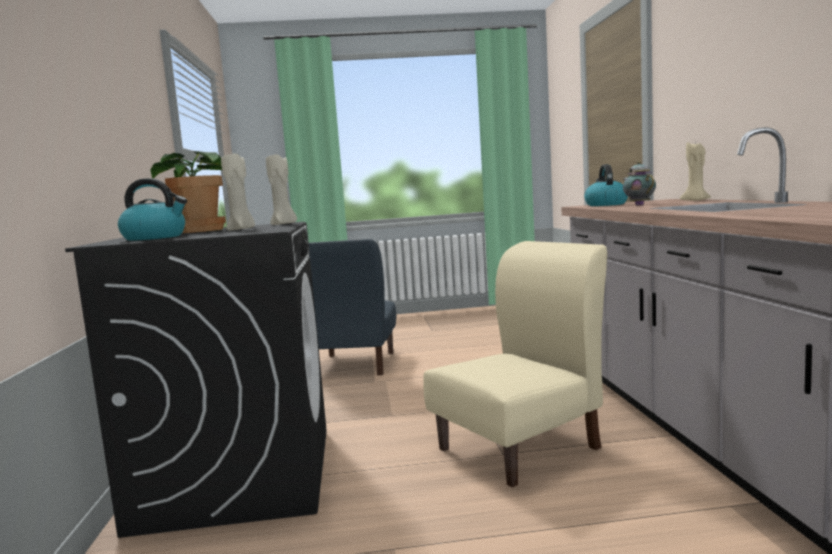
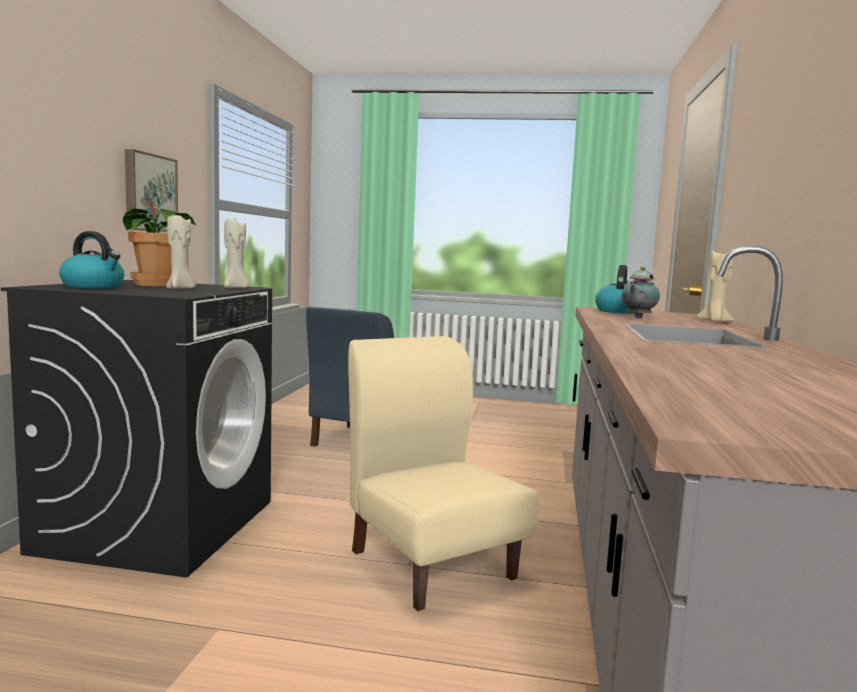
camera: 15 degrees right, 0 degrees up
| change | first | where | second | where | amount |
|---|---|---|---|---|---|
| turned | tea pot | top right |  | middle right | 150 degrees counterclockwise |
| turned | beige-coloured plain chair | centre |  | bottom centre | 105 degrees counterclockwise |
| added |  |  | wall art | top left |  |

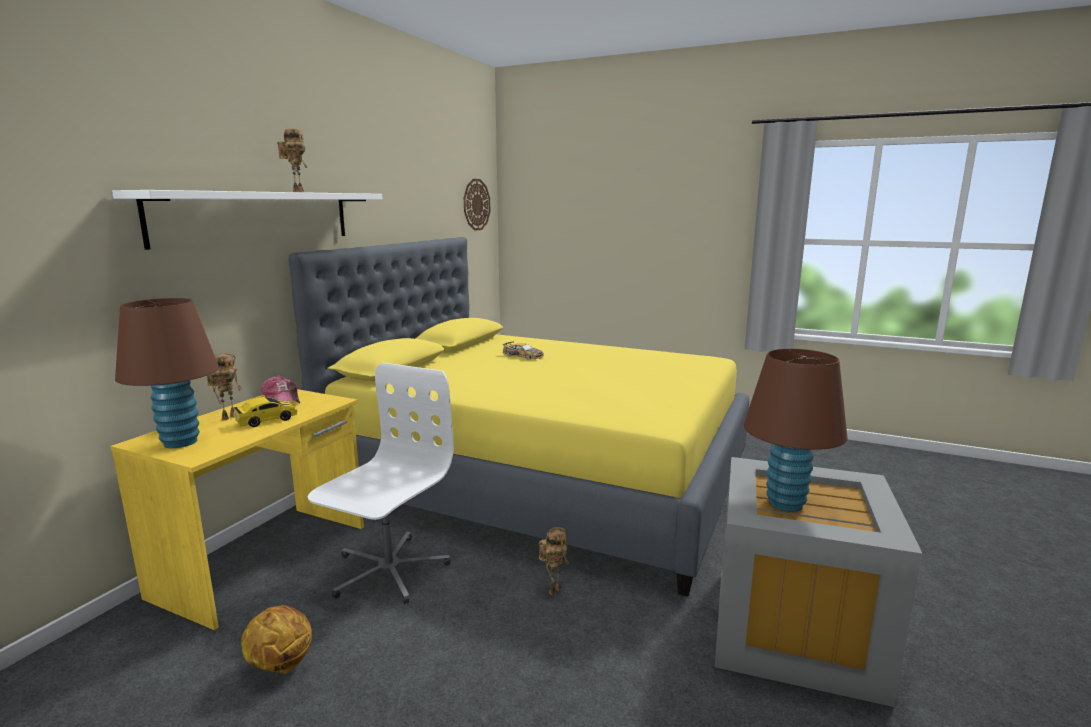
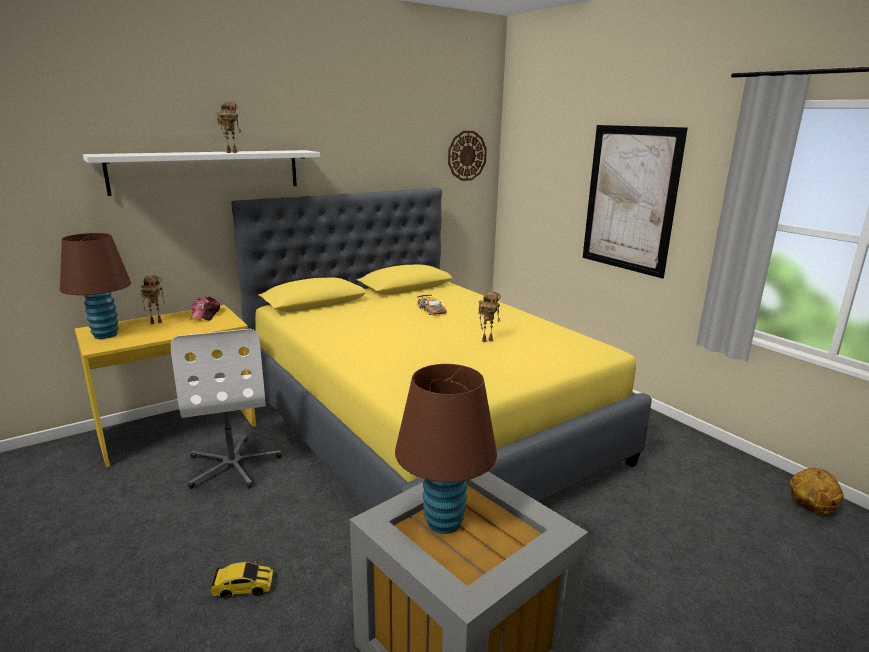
camera: 30 degrees right, 5 degrees up
| change | first | where | second | where | amount |
|---|---|---|---|---|---|
| turned | white desk chair | centre |  | middle left | 105 degrees clockwise |
| moved | miniature car (1st from left) | middle left |  | bottom left |  |
| moved | robot figure (3rd from left) | bottom centre |  | centre |  |
| moved | basketball | bottom left |  | bottom right |  |
| added |  |  | wall art | top right |  |

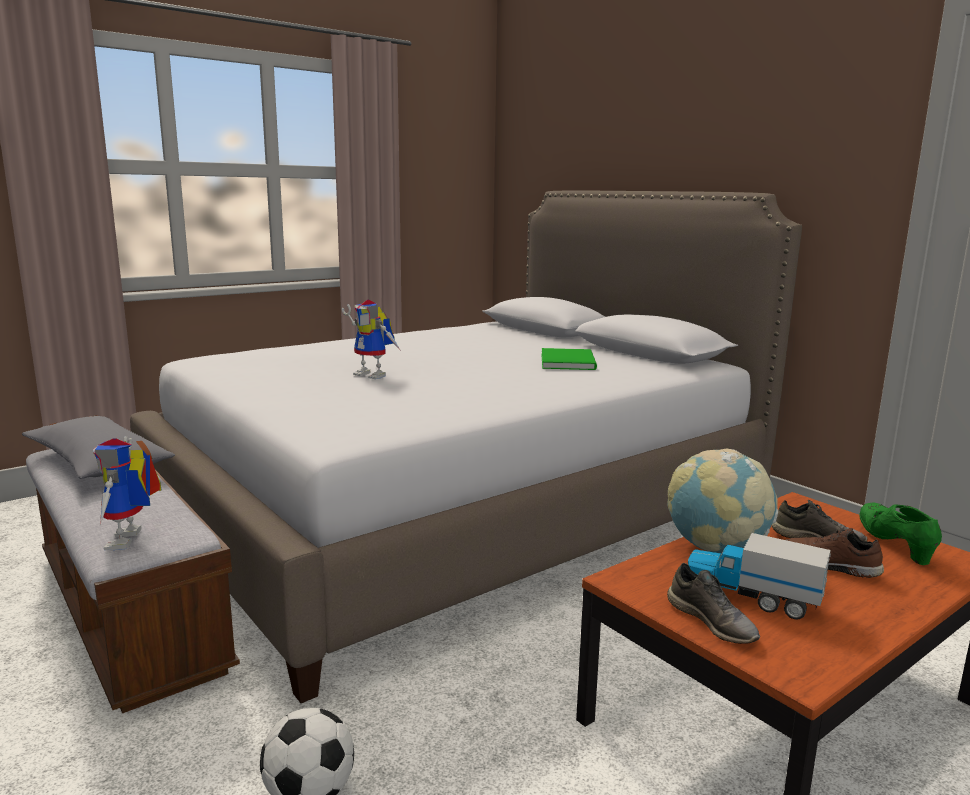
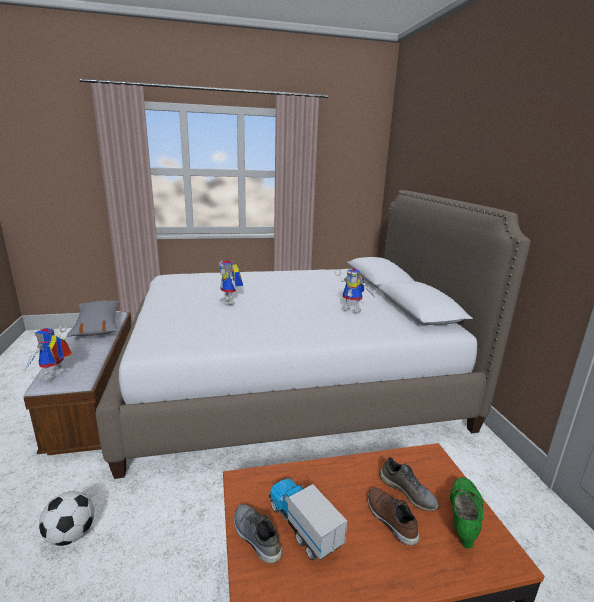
camera: 25 degrees right, 5 degrees up
| change | first | where | second | where | amount |
|---|---|---|---|---|---|
| replaced | green book | centre | robot figure (3rd from left) | centre |  |
| removed | world globe | middle right |  |  |  |
| turned | greyish item of footwear (1st from left) | bottom right |  | bottom centre | 150 degrees clockwise |

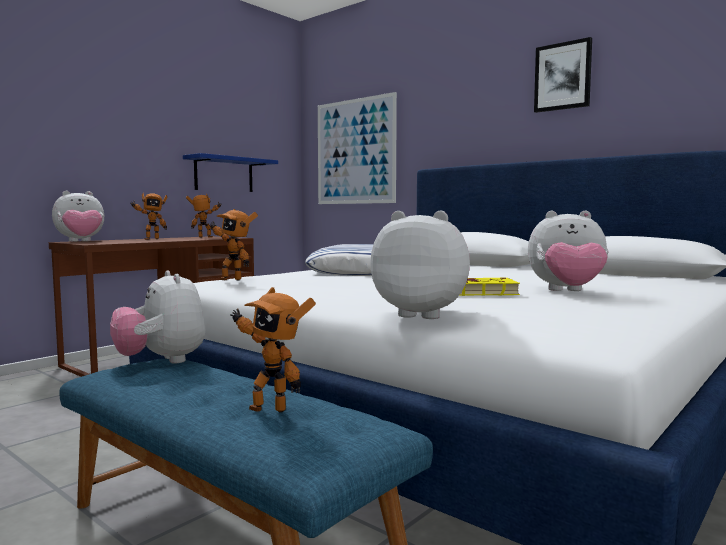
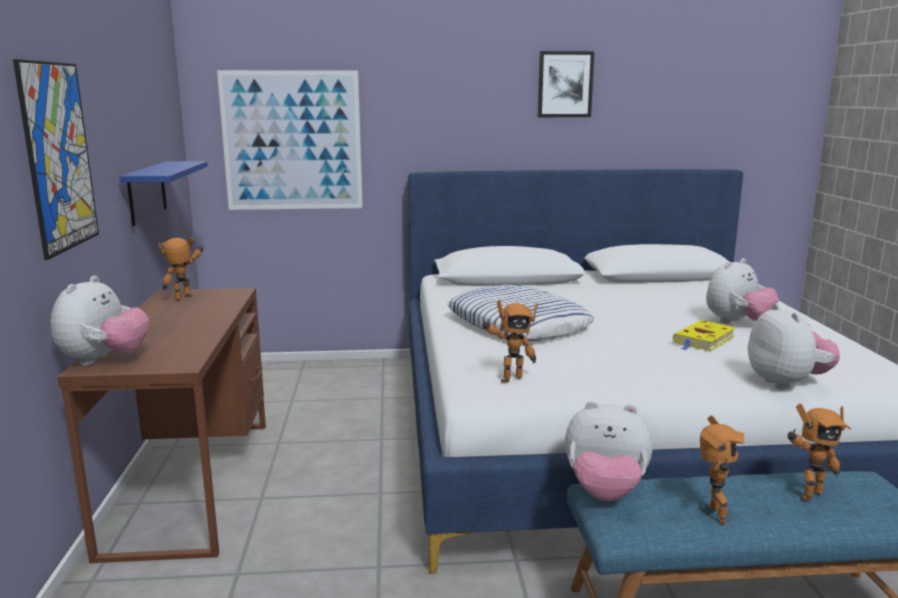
camera: 45 degrees left, 10 degrees up
| change | first | where | second | where | amount |
|---|---|---|---|---|---|
| moved | robot figure (1st from left in the first image) | middle left | robot figure (3rd from left) | bottom right |  |
| turned | cuddly toy (3rd from left in the first image) | centre | cuddly toy (4th from left) | middle right | 105 degrees clockwise |
| added |  |  | wall art (1st from left) | top left |  |

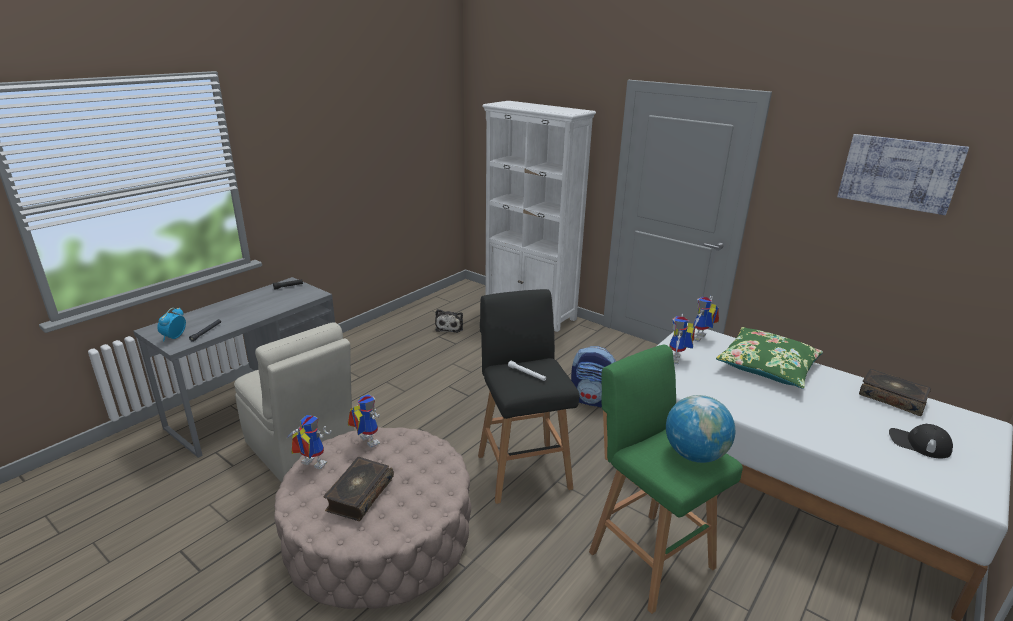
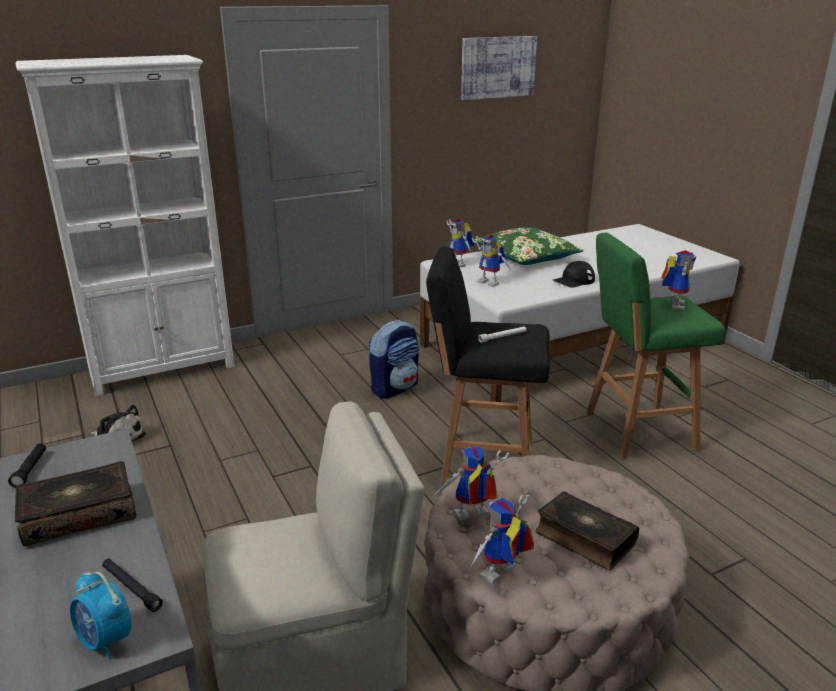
camera: 65 degrees left, 0 degrees up
| change | first | where | second | where | amount |
|---|---|---|---|---|---|
| moved | book (2nd from left in the first image) | middle right | book (1st from left) | bottom left |  |
| replaced | world globe | bottom right | robot figure (5th from left) | middle right |  |
| moved | black cap | bottom right |  | middle right |  |

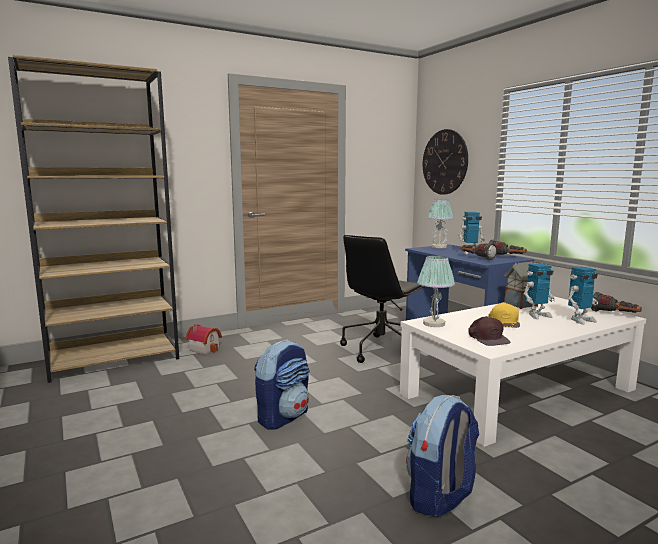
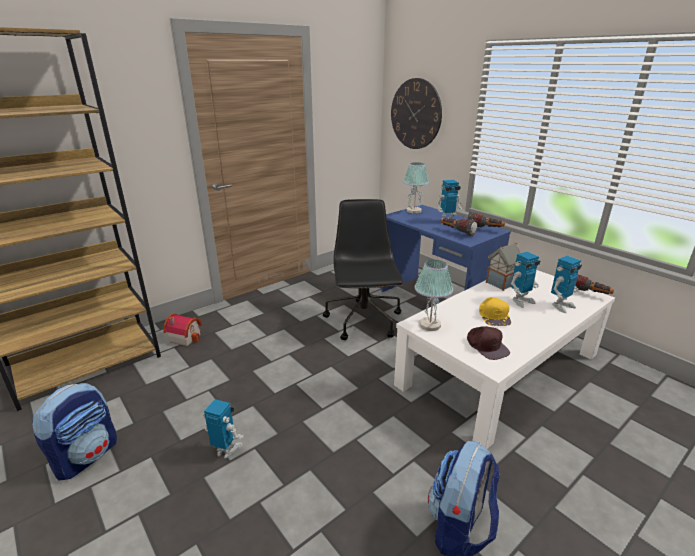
camera: 10 degrees left, 15 degrees up
| change | first | where | second | where | amount |
|---|---|---|---|---|---|
| turned | black desk chair | centre |  | centre | 150 degrees clockwise |
| moved | rucksack (1st from left) | bottom centre |  | bottom left |  |
| added |  |  | robot figure (1st from left) | bottom left |  |

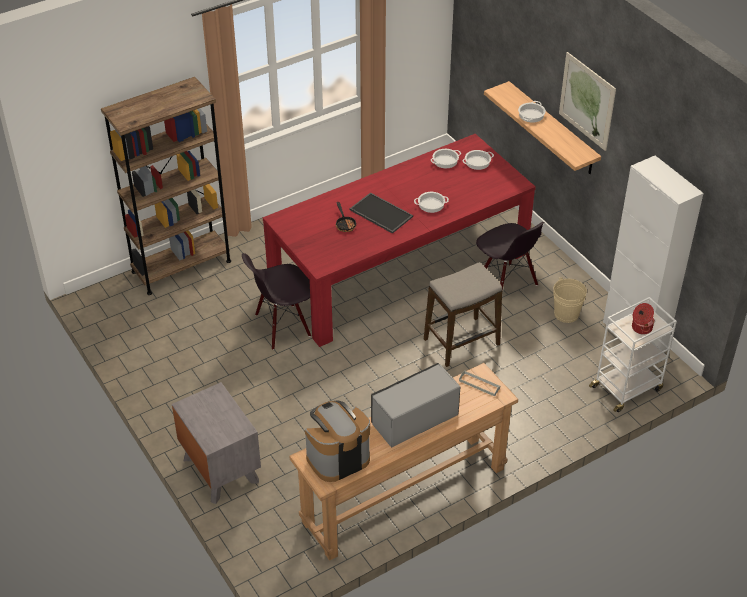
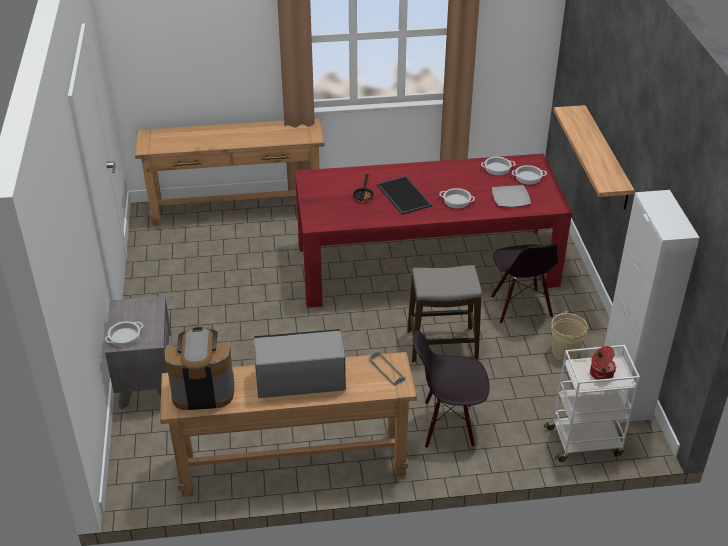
camera: 25 degrees right, 5 degrees down
| change | first | where | second | where | amount |
|---|---|---|---|---|---|
| removed | wall art | top right |  |  |  |
| replaced | brown-coloured shelving unit | top left | brown-coloured hall table (1st from left) | top left |  |
| moved | saucepot (4th from left in the first image) | top right | saucepot (1st from left) | middle left |  |
| moved | black plain chair (1st from left) | centre |  | bottom centre |  |
| added |  |  | dinner plate | middle right |  |

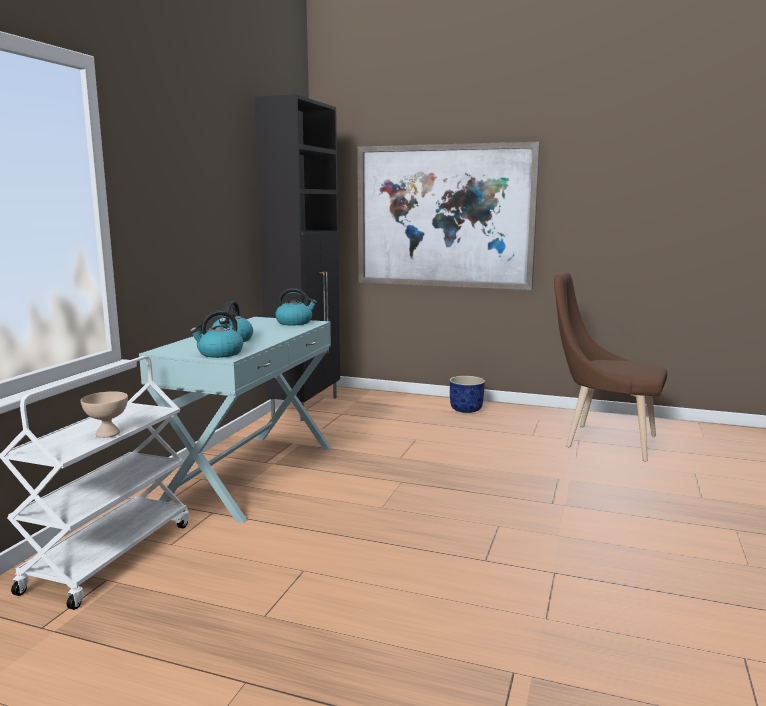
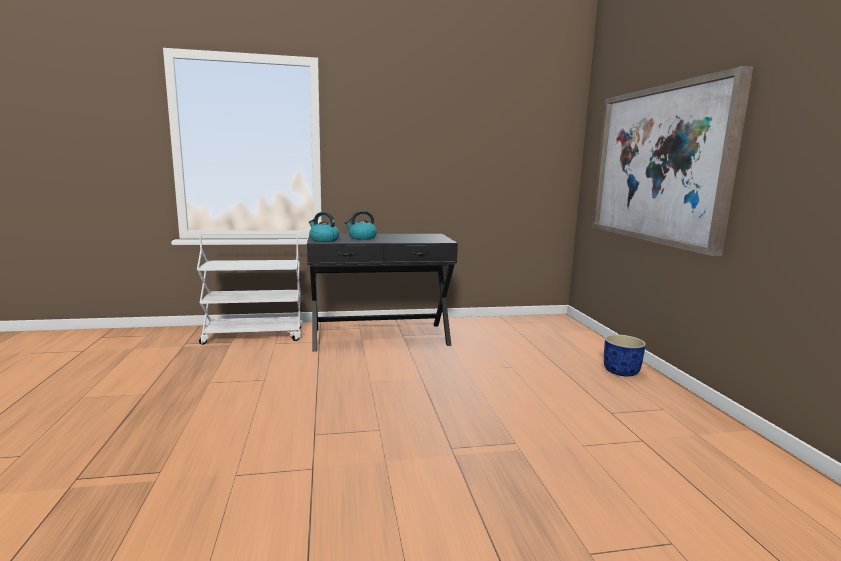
camera: 60 degrees right, 0 degrees up
| change | first | where | second | where | amount |
|---|---|---|---|---|---|
| removed | black cabinet | centre |  |  |  |
| removed | brown-coloured plain chair | middle right |  |  |  |
| removed | water kettle (3rd from left) | centre |  |  |  |
| recoloured | blue-green hall table | middle left | black hall table | centre |  |
| removed | beige-coloured bowl | middle left |  |  |  |

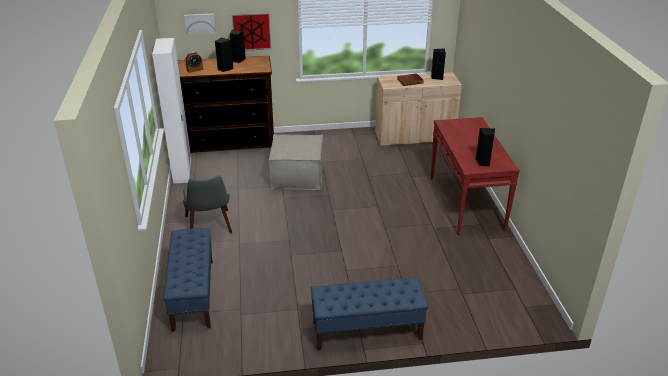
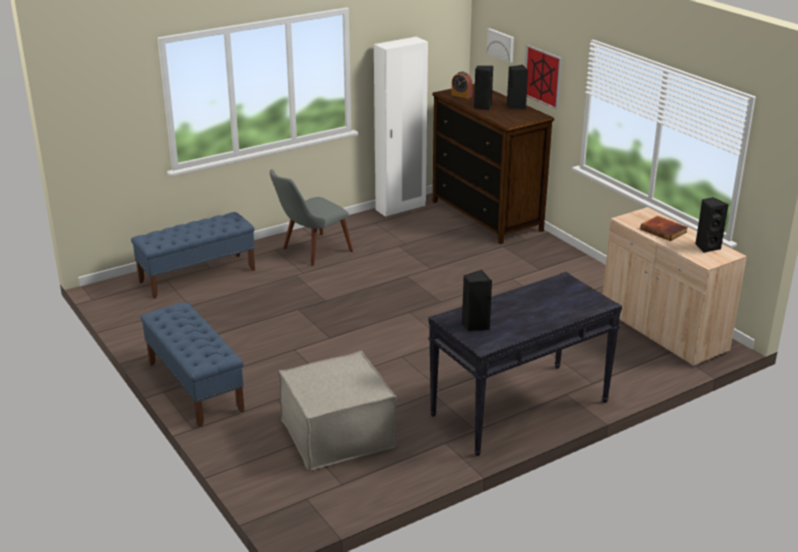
camera: 65 degrees right, 5 degrees down
| change | first | where | second | where | amount |
|---|---|---|---|---|---|
| recoloured | red hall table | middle right | black hall table | centre |  |
| moved | beige-coloured pouffe | centre |  | bottom centre |  |

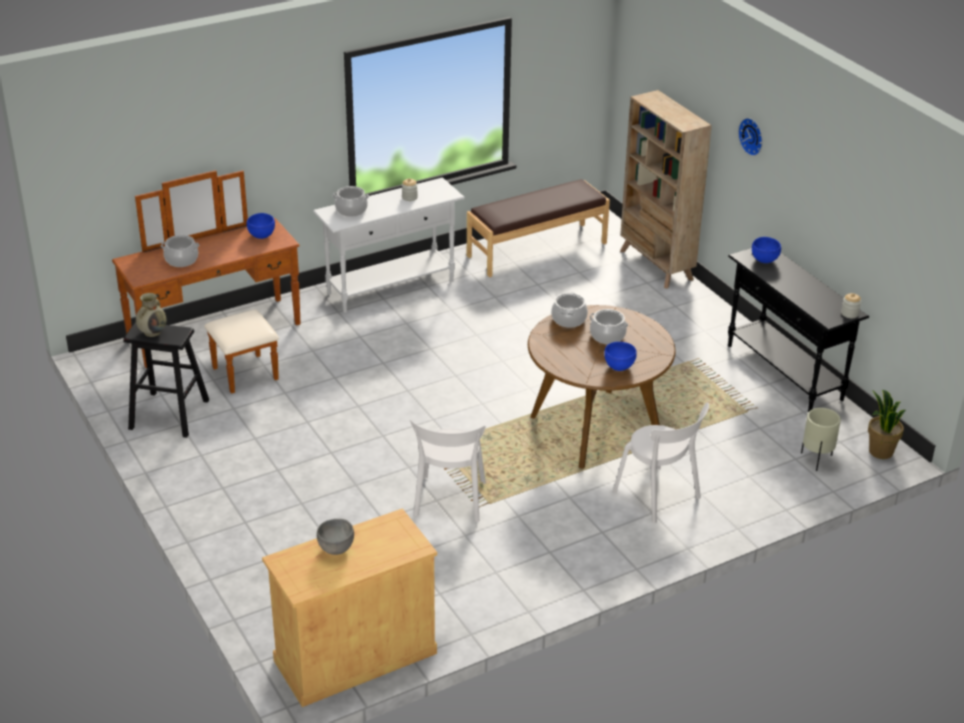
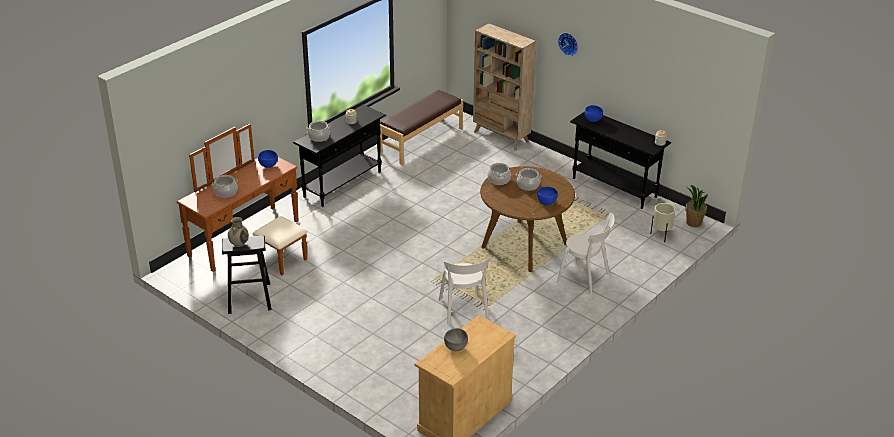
camera: 20 degrees left, 0 degrees up
| change | first | where | second | where | amount |
|---|---|---|---|---|---|
| recoloured | white hall table | centre | black hall table (1st from left) | centre |  |

